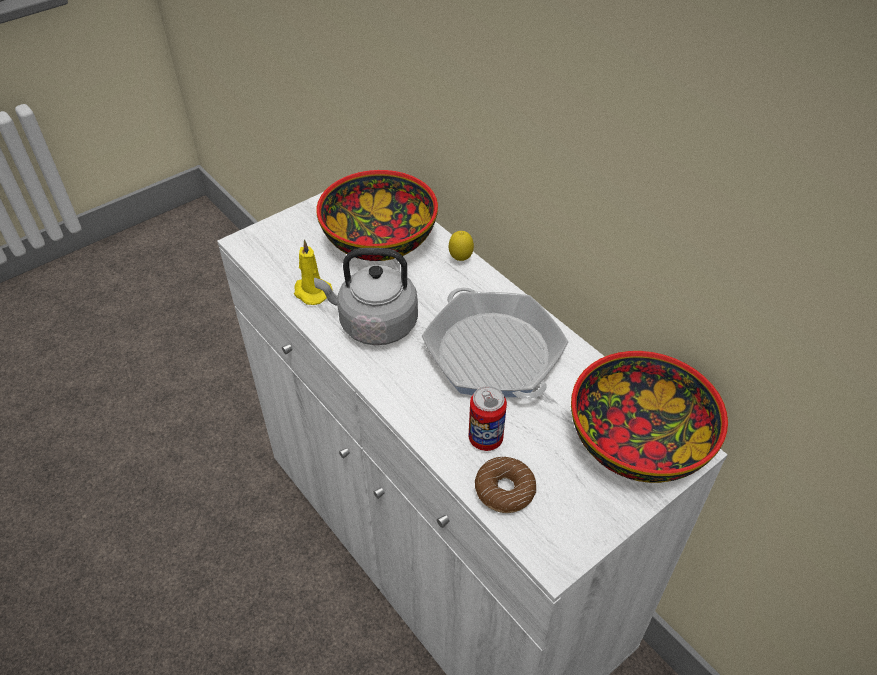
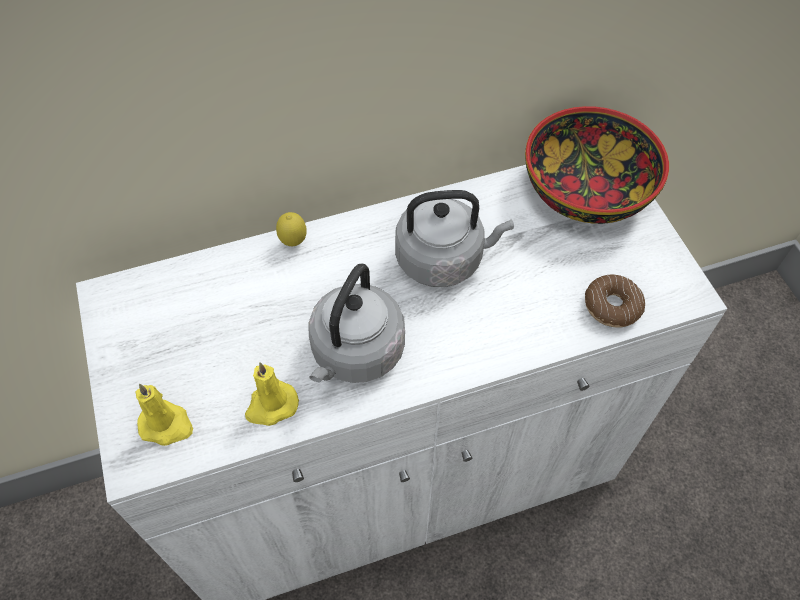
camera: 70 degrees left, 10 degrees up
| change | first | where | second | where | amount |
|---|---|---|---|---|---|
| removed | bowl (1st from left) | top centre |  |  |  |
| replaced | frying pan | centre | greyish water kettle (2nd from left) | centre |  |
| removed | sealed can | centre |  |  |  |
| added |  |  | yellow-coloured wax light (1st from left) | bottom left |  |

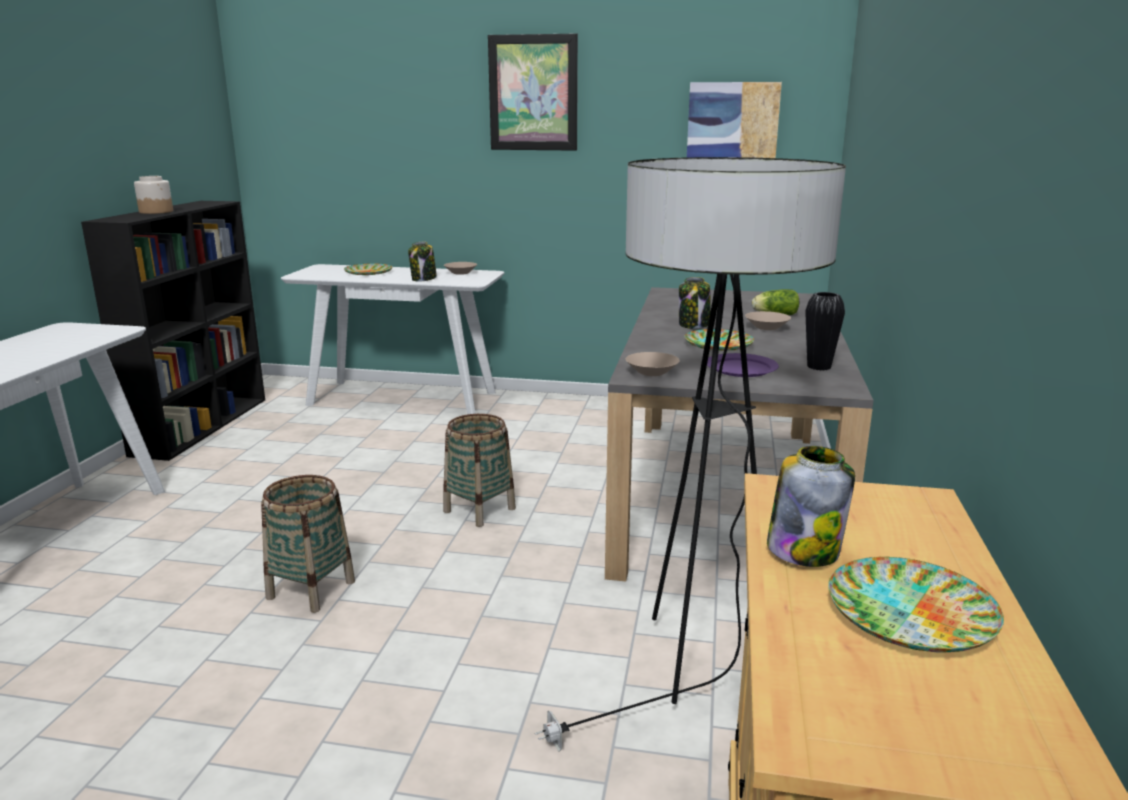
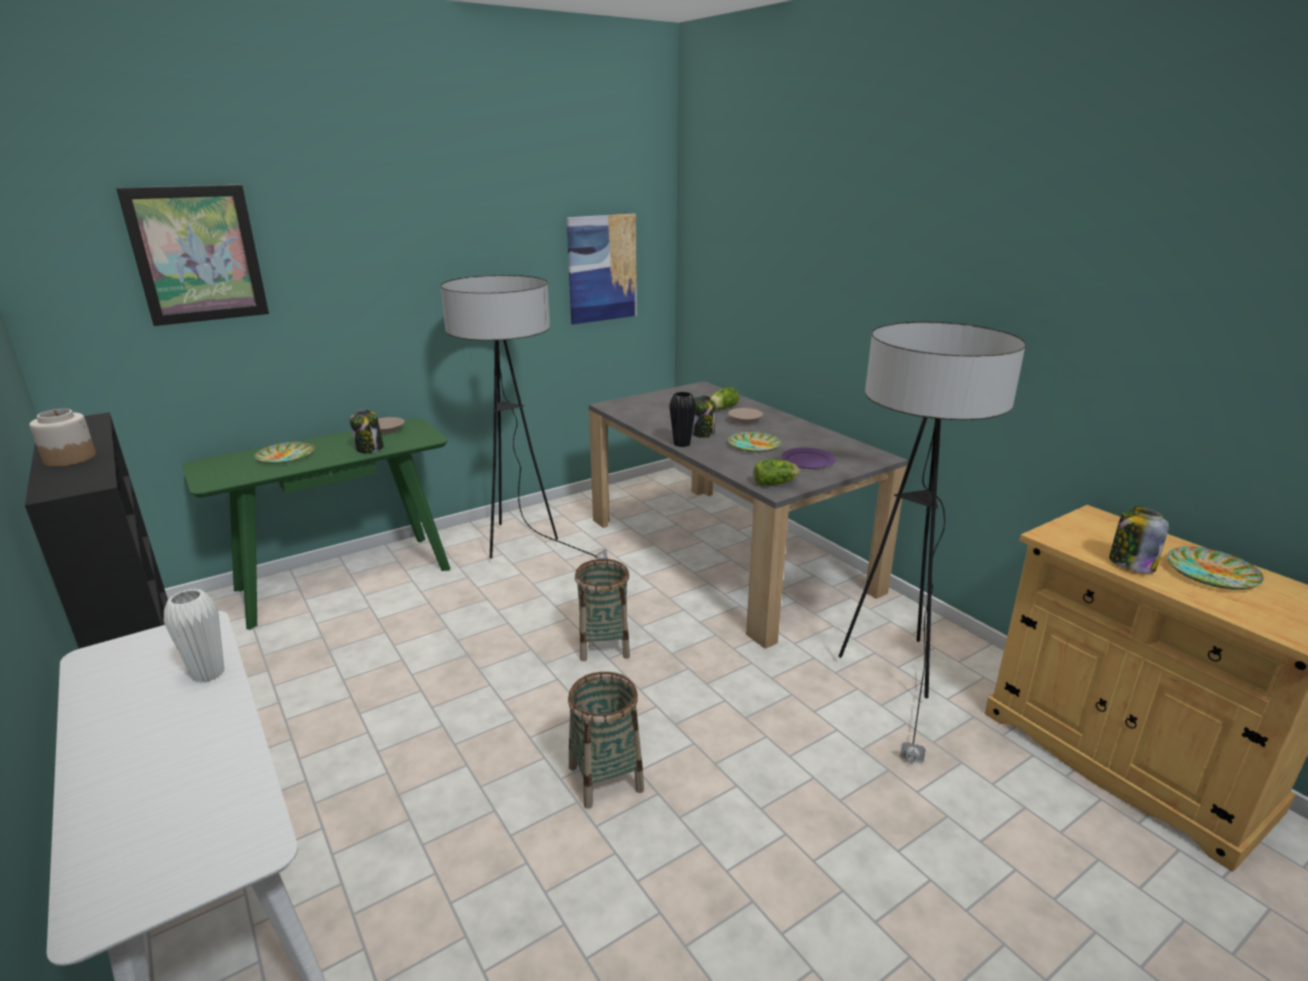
camera: 45 degrees left, 5 degrees up
| change | first | where | second | where | amount |
|---|---|---|---|---|---|
| moved | wall art (1st from left) | top centre |  | top left |  |
| recoloured | white hall table (2nd from left) | centre | green hall table | middle left |  |
| moved | black vase | middle right |  | centre |  |
| replaced | beige-coloured bowl (2nd from left) | centre | head of lettuce (2nd from left) | centre |  |
| added |  |  | floor lamp (1st from left) | centre |  |
| added |  |  | white vase | middle left |  |

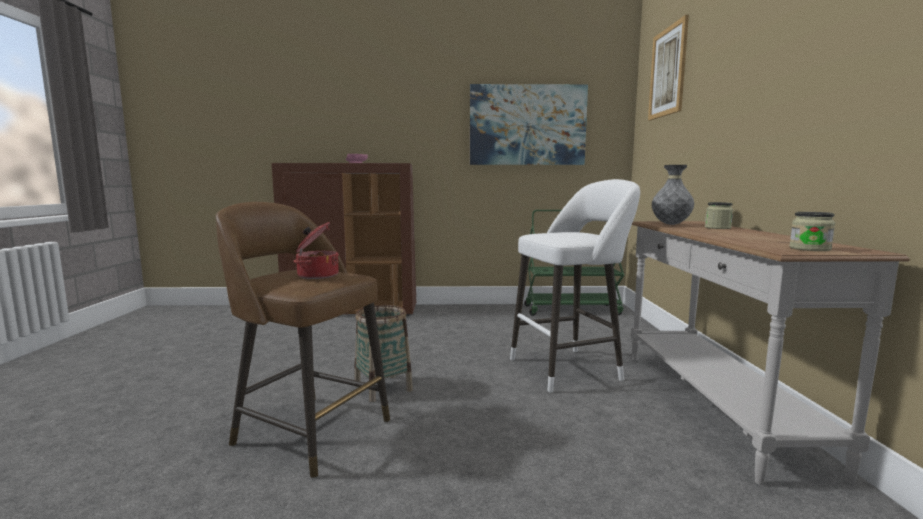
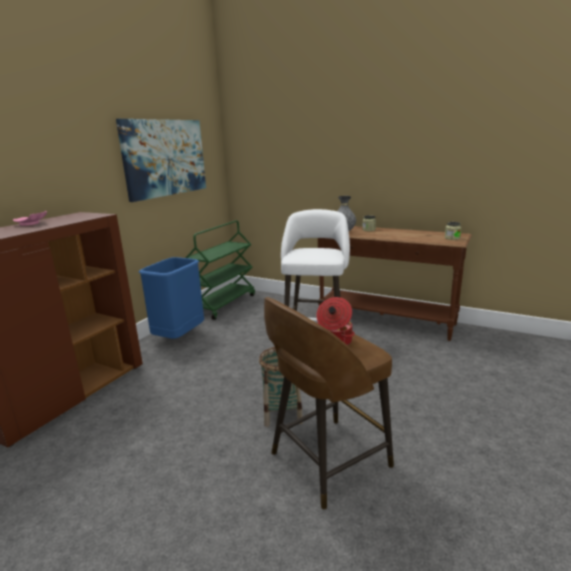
camera: 60 degrees left, 10 degrees up
| change | first | where | second | where | amount |
|---|---|---|---|---|---|
| removed | wall art (2nd from left) | top right |  |  |  |
| recoloured | white hall table | bottom right | brown-coloured hall table | middle right |  |
| added |  |  | blue rubbish bin | middle left |  |

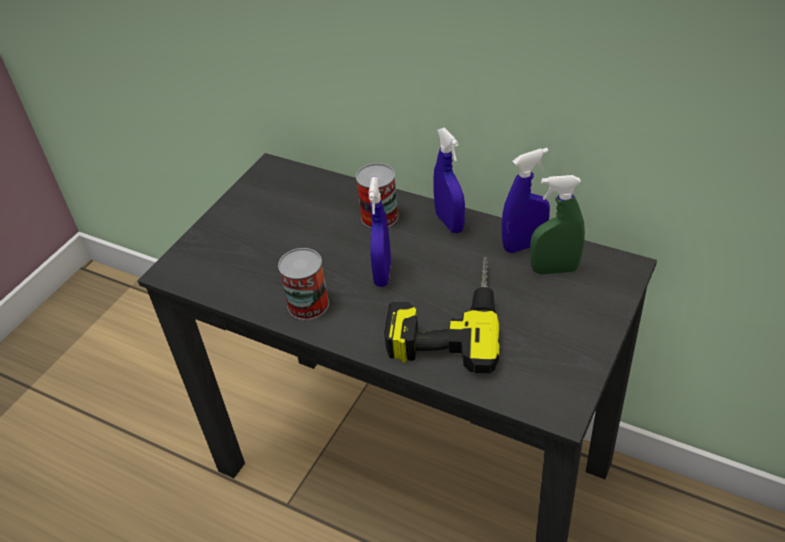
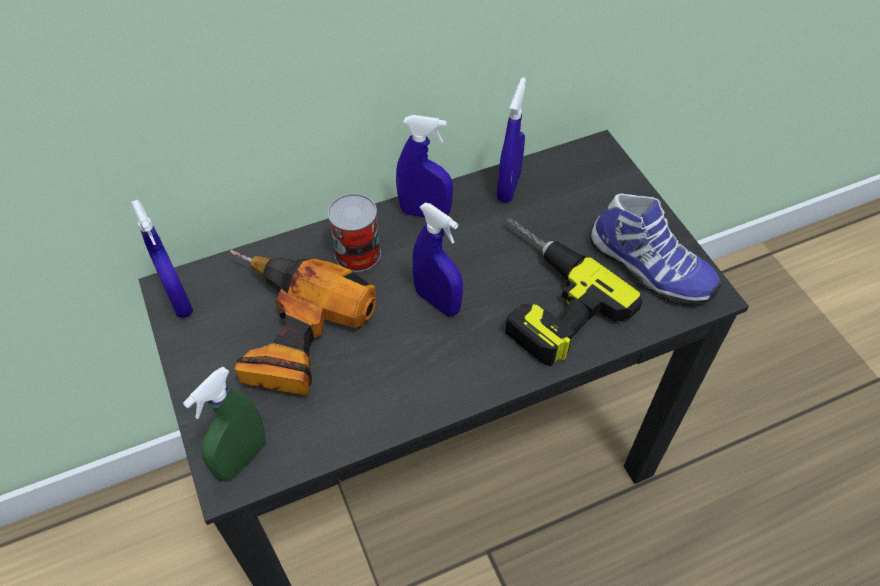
camera: 55 degrees left, 10 degrees up
| change | first | where | second | where | amount |
|---|---|---|---|---|---|
| moved | green hand sprayer | middle right |  | bottom left |  |
| removed | sealed can (1st from left) | centre |  |  |  |
| added |  |  | item of footwear | middle right |  |
| added |  |  | blue hand sprayer (1st from left) | middle left |  |
| added |  |  | power drill (1st from left) | centre |  |

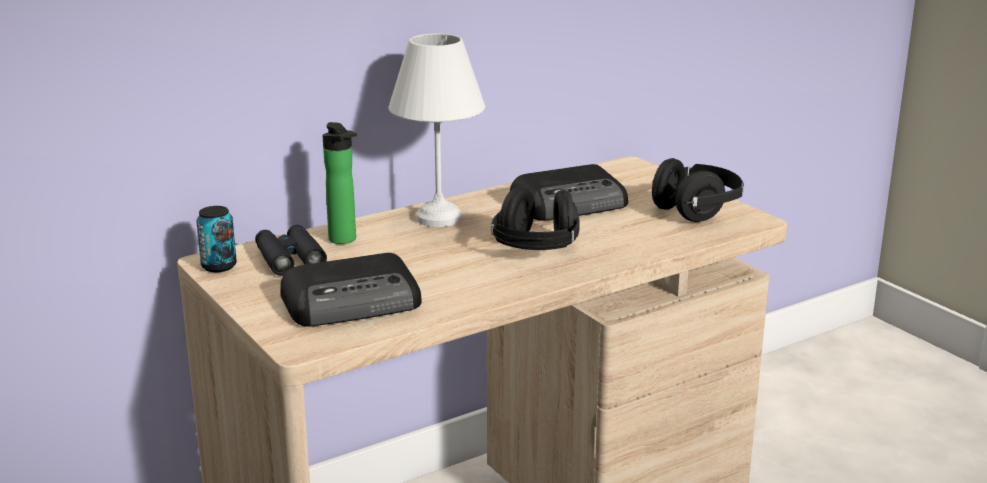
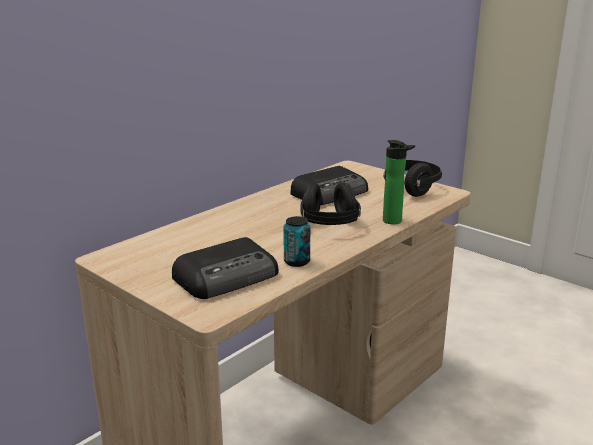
camera: 15 degrees left, 0 degrees up
| change | first | where | second | where | amount |
|---|---|---|---|---|---|
| removed | white lamp for a table | top centre |  |  |  |
| moved | beverage bottle | centre |  | middle right |  |
| moved | sealed can | middle left |  | centre |  |
| removed | black binoculars | middle left |  |  |  |

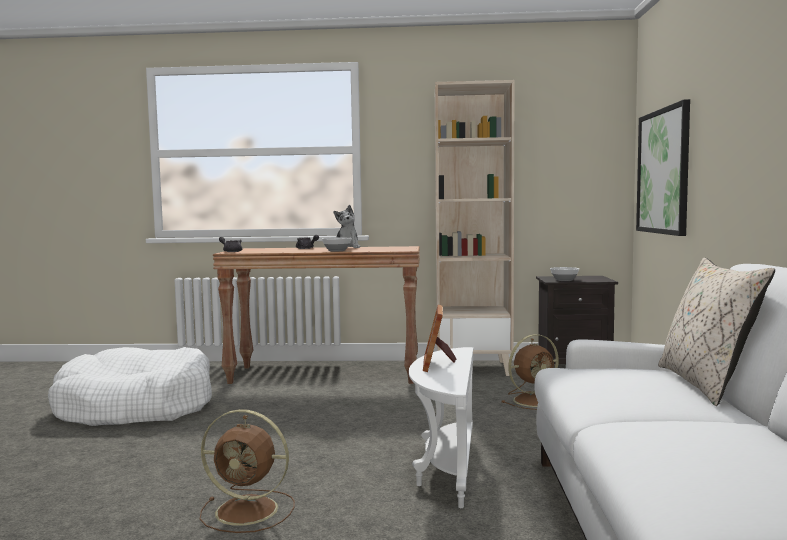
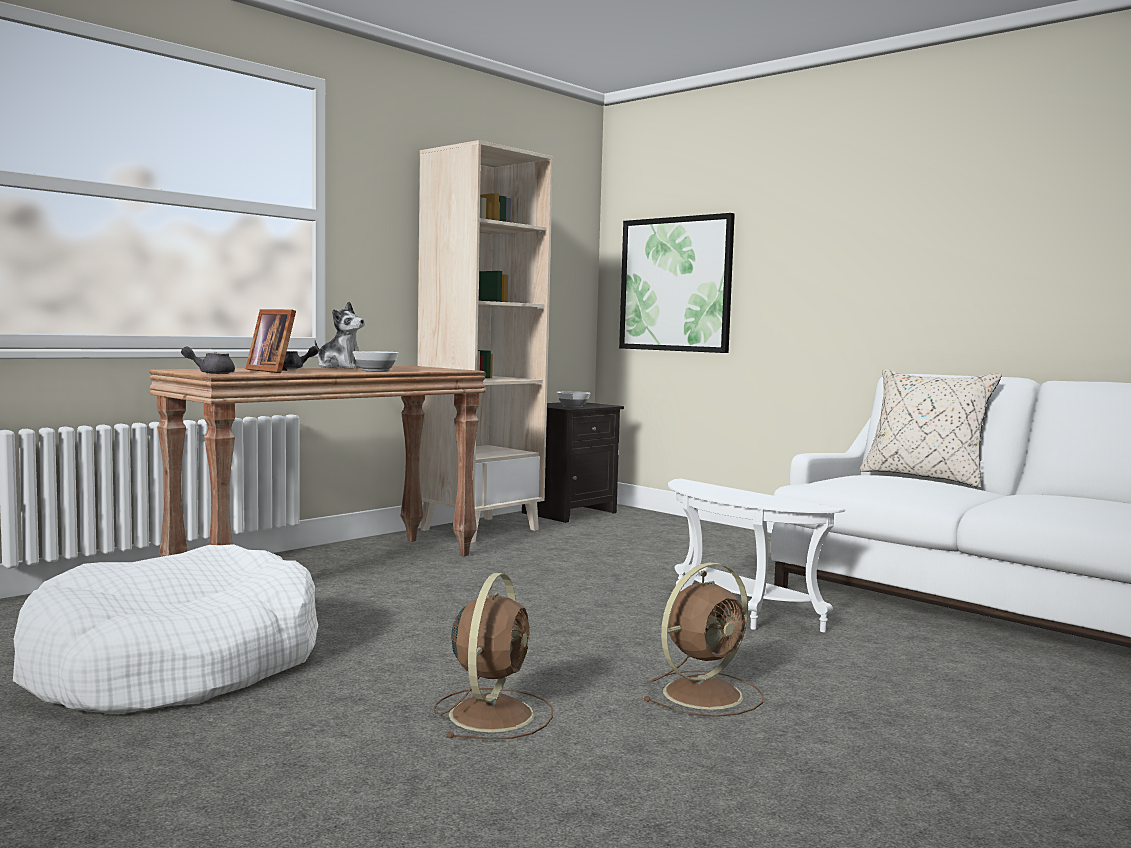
camera: 50 degrees left, 0 degrees up
| change | first | where | second | where | amount |
|---|---|---|---|---|---|
| moved | standing frame | centre |  | middle left |  |
| moved | brown-coloured cooling fan (2nd from left in the first image) | bottom right | brown-coloured cooling fan (1st from left) | bottom centre |  |

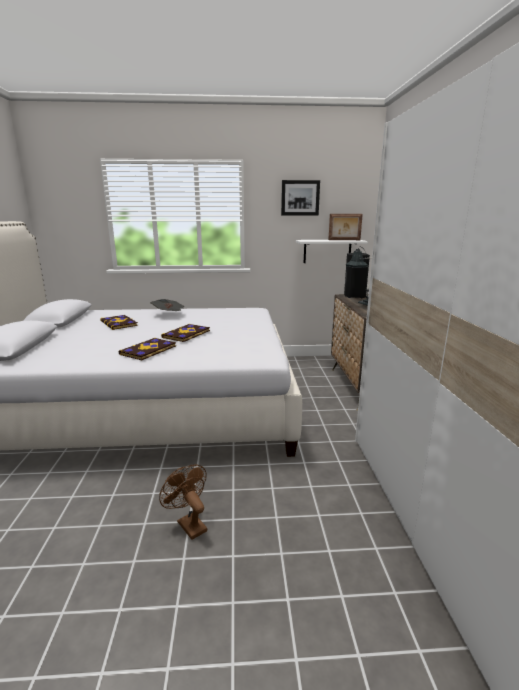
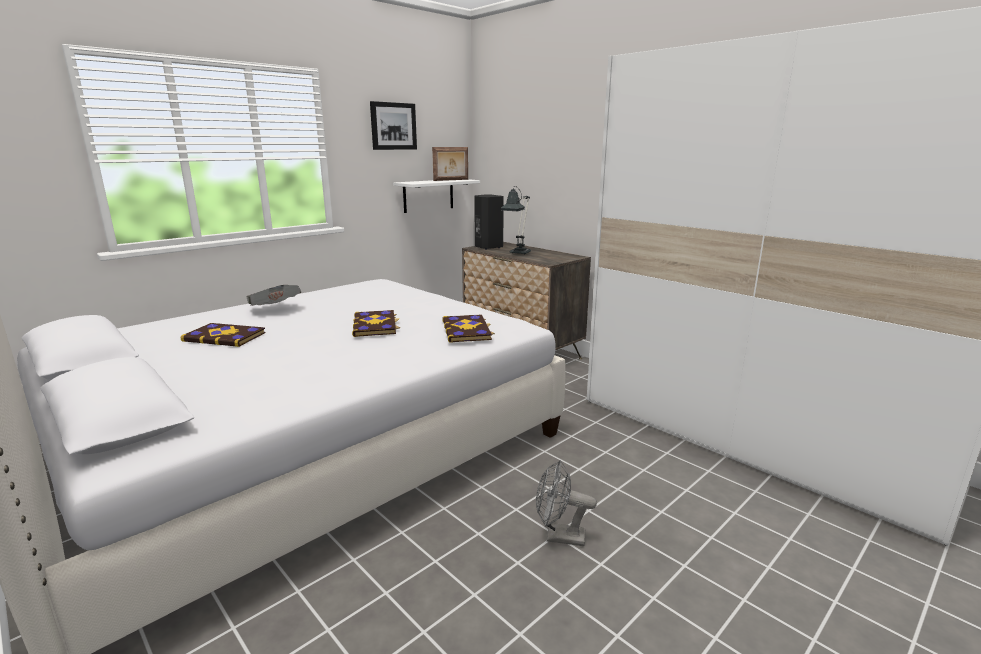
camera: 40 degrees left, 0 degrees up
| change | first | where | second | where | amount |
|---|---|---|---|---|---|
| moved | book (2nd from left in the first image) | middle left | book (3rd from left) | centre |  |
| recoloured | brown-coloured cooling fan | bottom centre | greyish cooling fan | bottom centre |  |

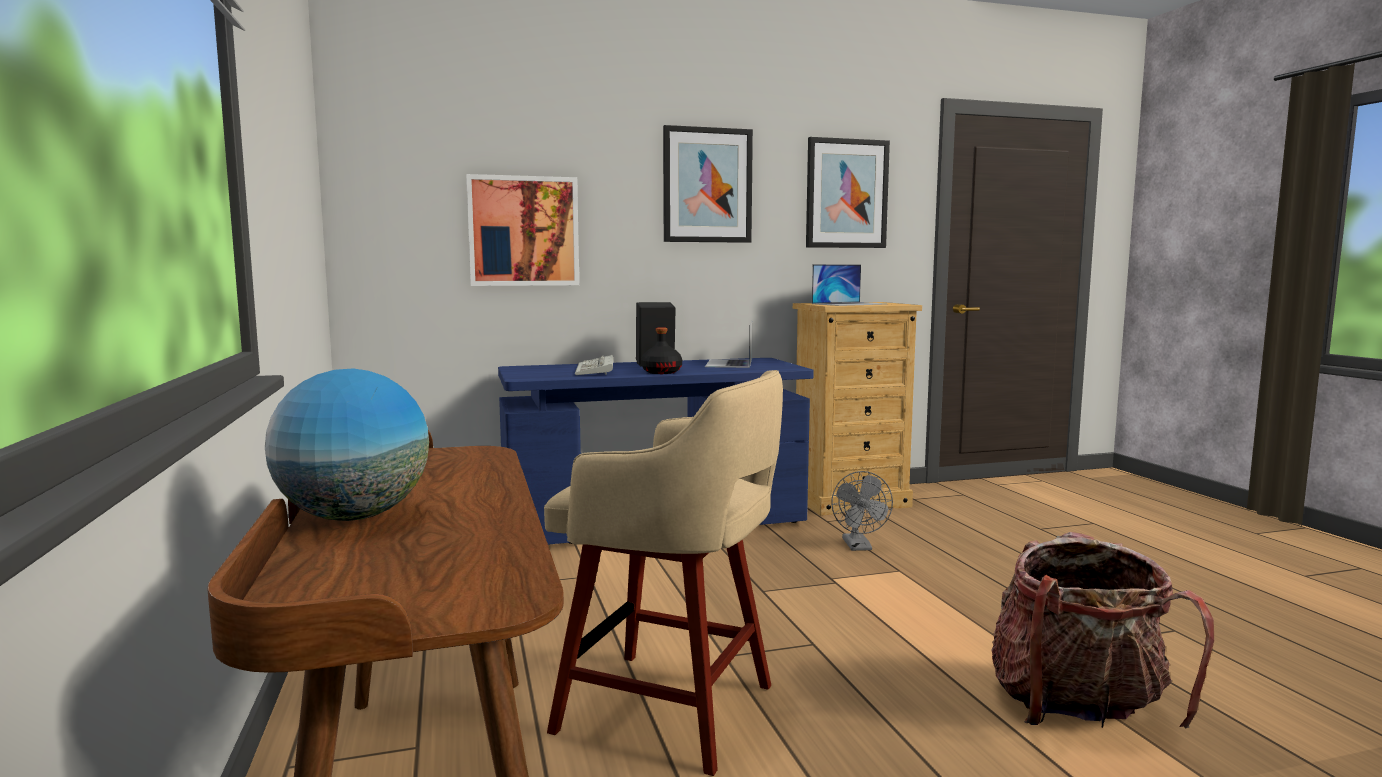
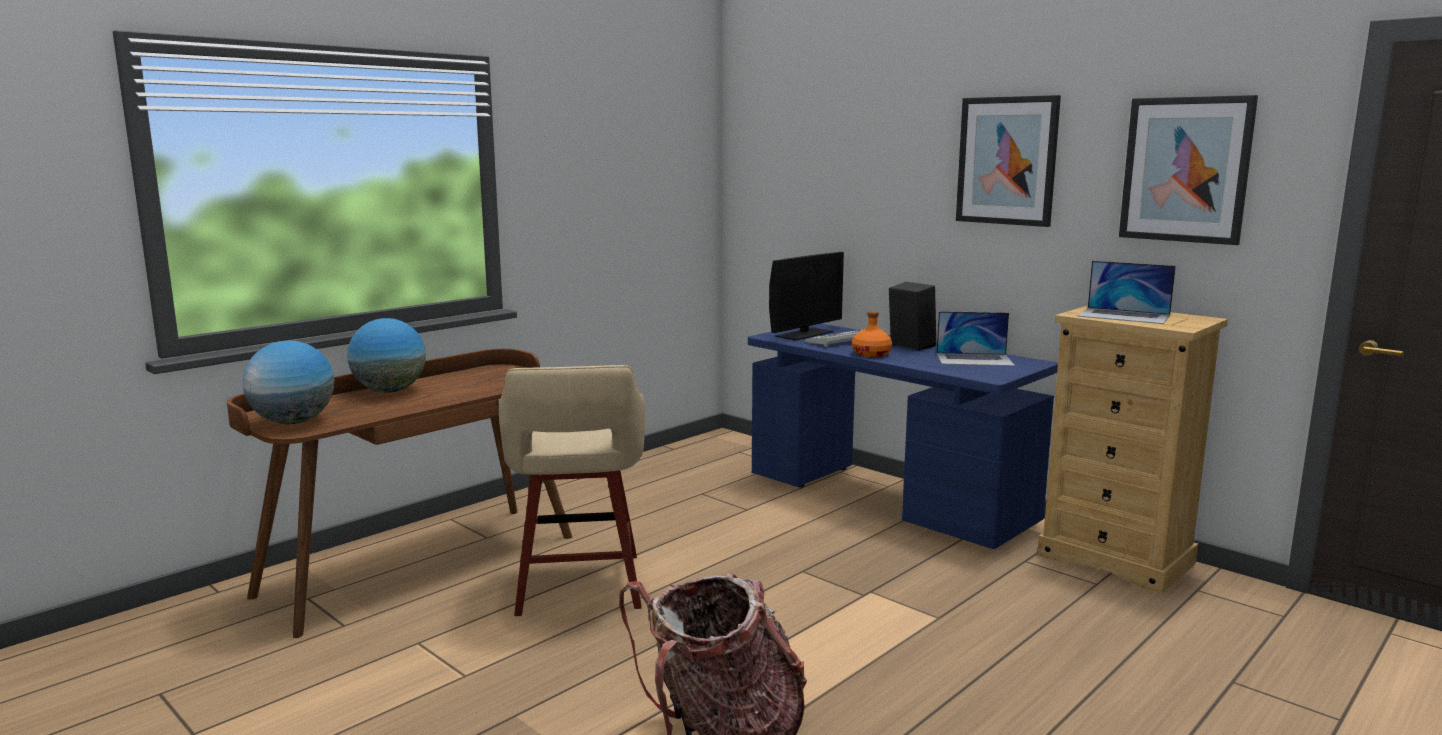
camera: 60 degrees right, 5 degrees up
| change | first | where | second | where | amount |
|---|---|---|---|---|---|
| removed | wall art (1st from left) | top centre |  |  |  |
| turned | notebook computer (1st from left) | centre |  | middle right | 150 degrees counterclockwise |
| recoloured | black beverage bottle | centre | orangey beverage bottle | centre |  |
| removed | greyish cooling fan | centre |  |  |  |
| added |  |  | monitor | centre |  |
| added |  |  | world globe (1st from left) | middle left |  |

